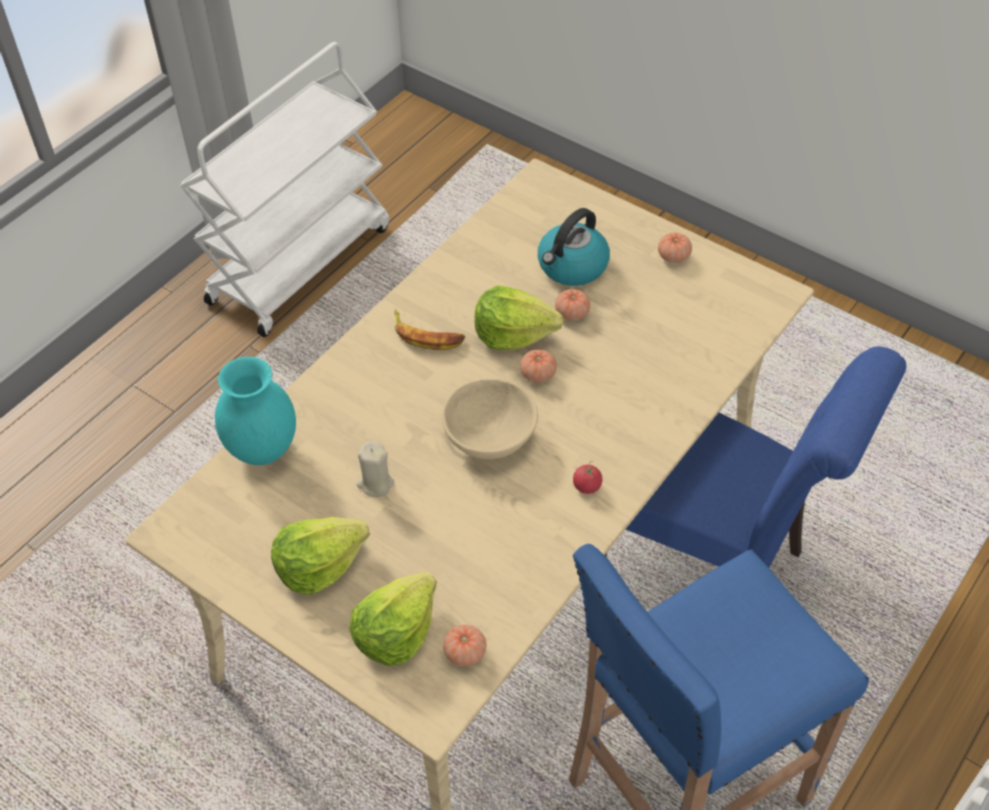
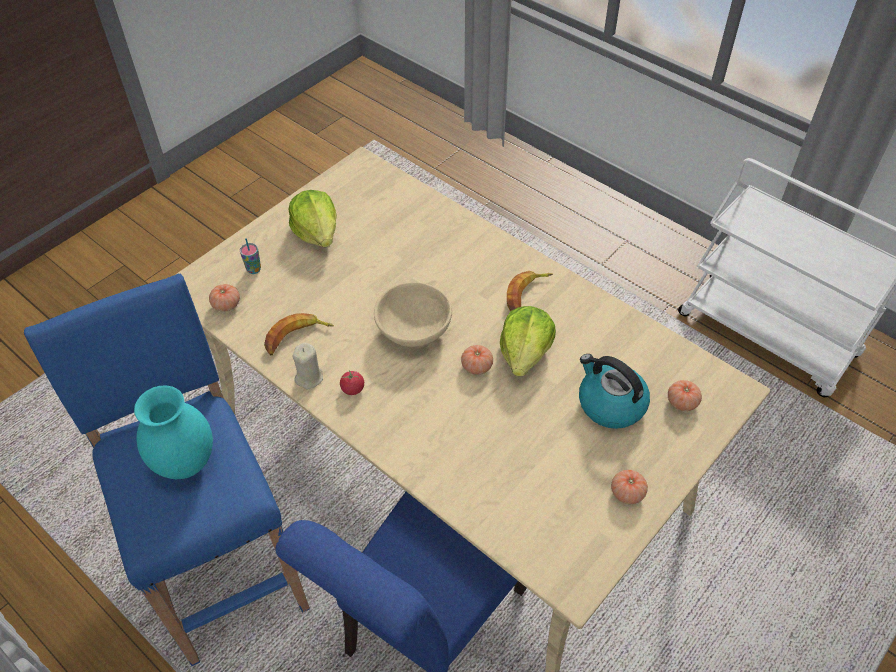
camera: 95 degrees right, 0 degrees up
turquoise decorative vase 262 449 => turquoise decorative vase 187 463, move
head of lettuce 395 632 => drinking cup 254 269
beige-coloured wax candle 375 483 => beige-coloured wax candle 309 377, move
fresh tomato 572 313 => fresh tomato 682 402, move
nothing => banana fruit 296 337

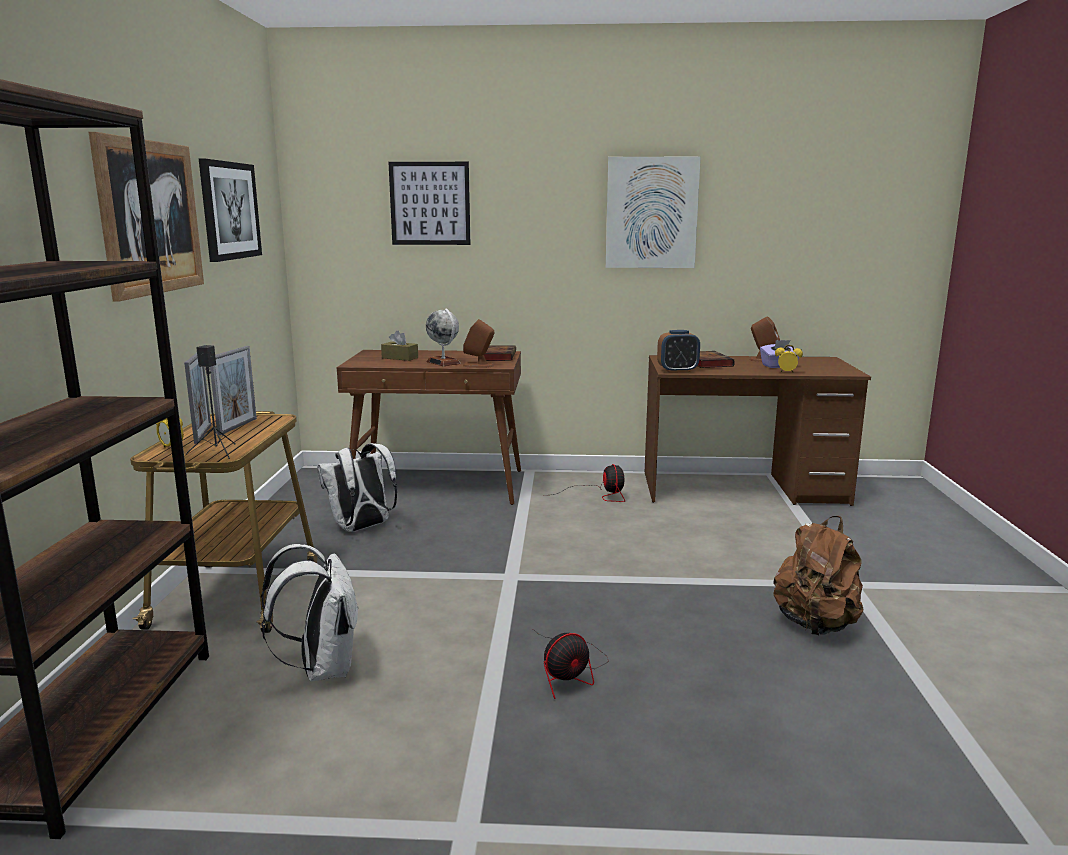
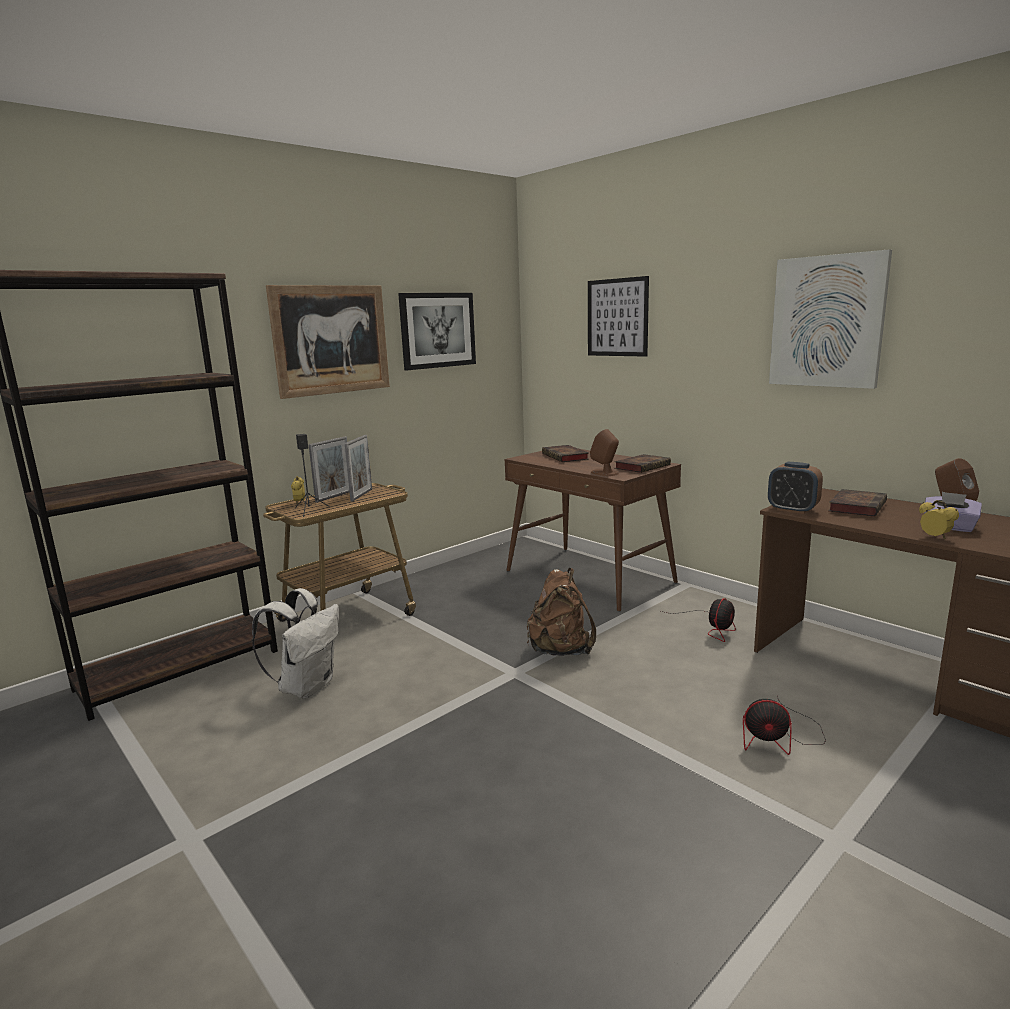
camera: 45 degrees right, 0 degrees up
photo frame 237 426 => photo frame 361 495, 45 degrees counterclockwise
whitish backpack 361 528 => nothing
brown-coloured tissue box 400 358 => volume 566 457
world globe 443 362 => nothing
cooling fan 570 672 => cooling fan 778 738, move
brown-coloured backpack 815 625 => brown-coloured backpack 560 650, move

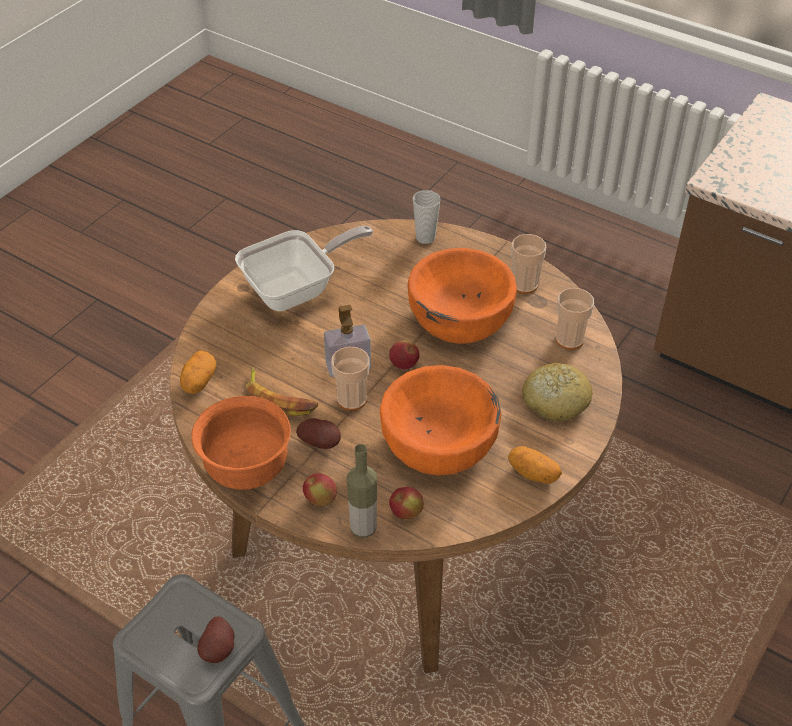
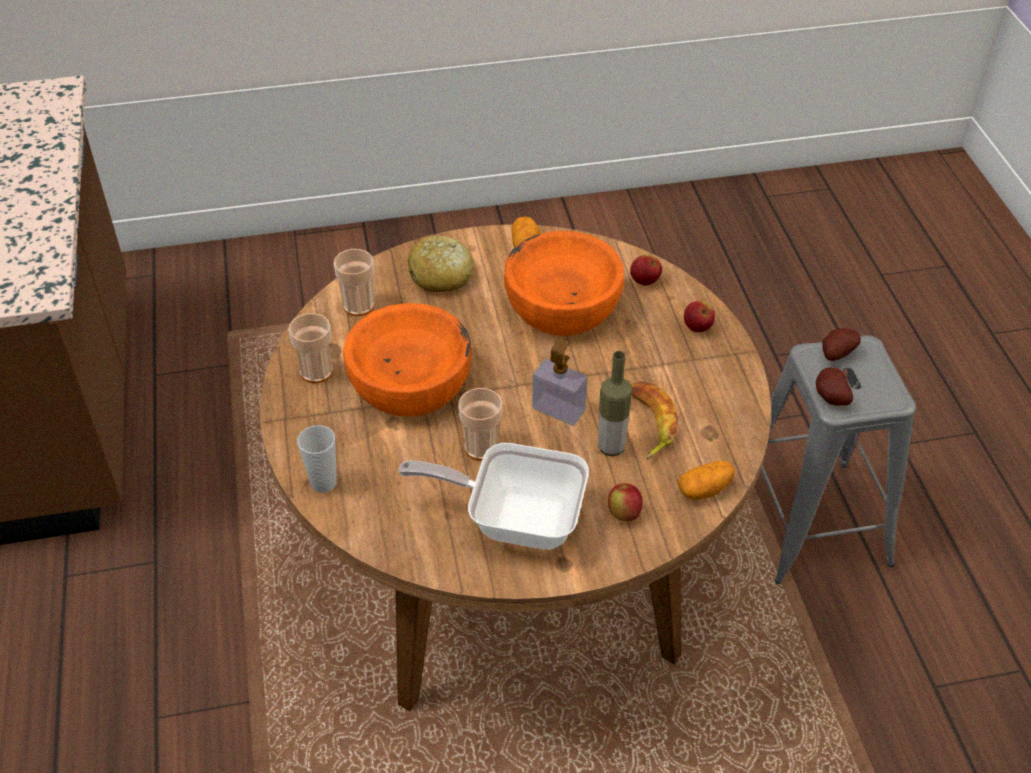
camera: 135 degrees left, 0 degrees up
orange serving bowl 247 469 => nothing
spud 321 443 => spud 829 398, move
drinking cup 352 399 => drinking cup 481 448, move
bottle 363 528 => bottle 611 447, move
apple 404 365 => apple 624 513, move

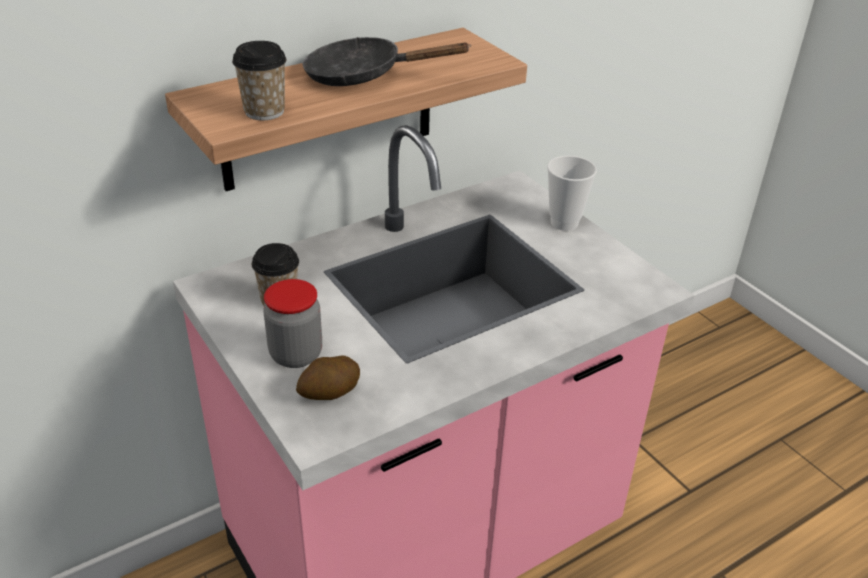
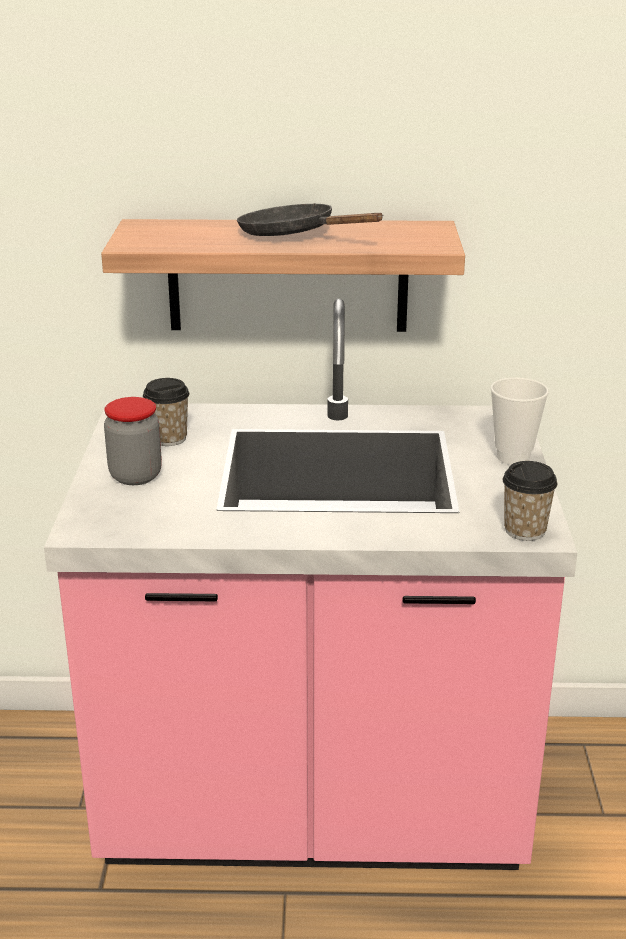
camera: 35 degrees right, 10 degrees down
drinking cup 264 111 => drinking cup 525 530, move
spud 329 393 => nothing

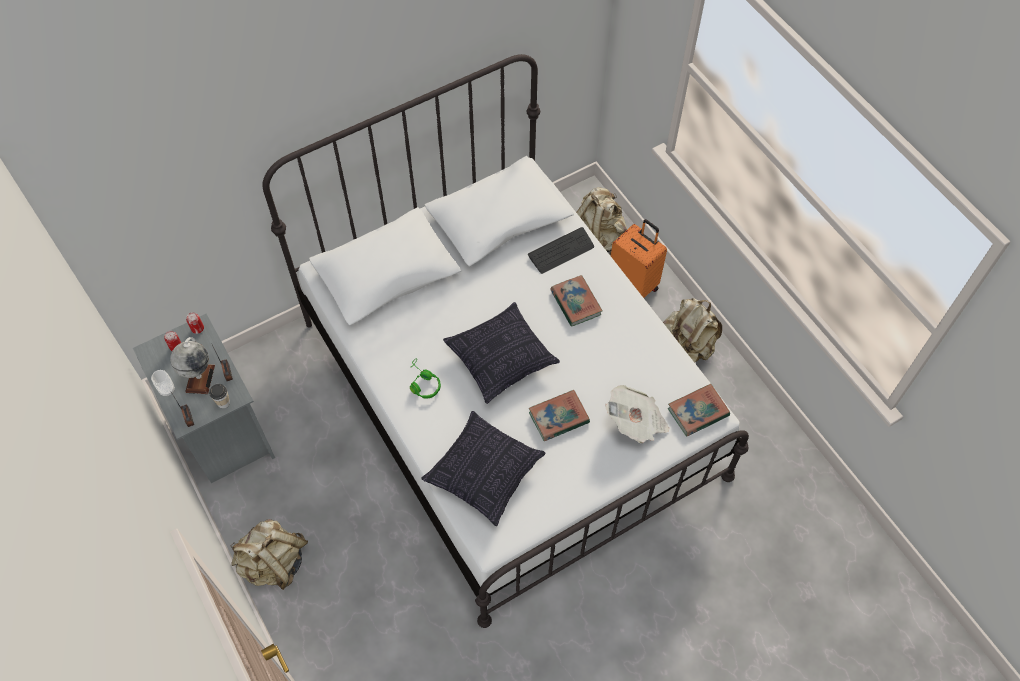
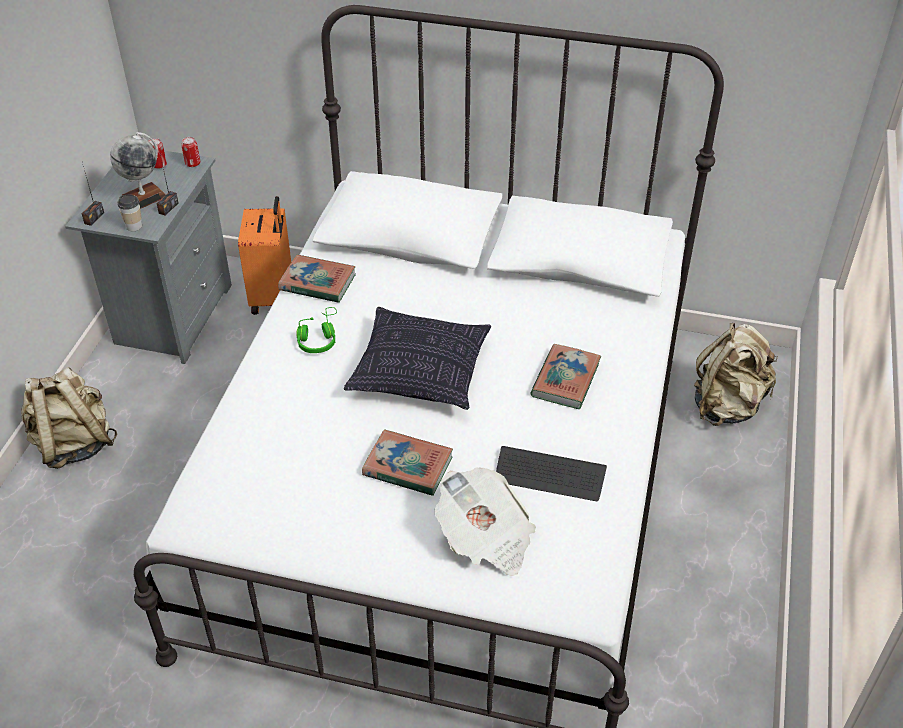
camera: 45 degrees right, 15 degrees down
drinking cup 167 390 => nothing
pillow 484 472 => nothing
PC keyboard 561 251 => PC keyboard 549 475, move
orange travel case 634 285 => orange travel case 273 297, move
beige-coloured backpack 687 346 => nothing
volume 698 412 => volume 317 283, move

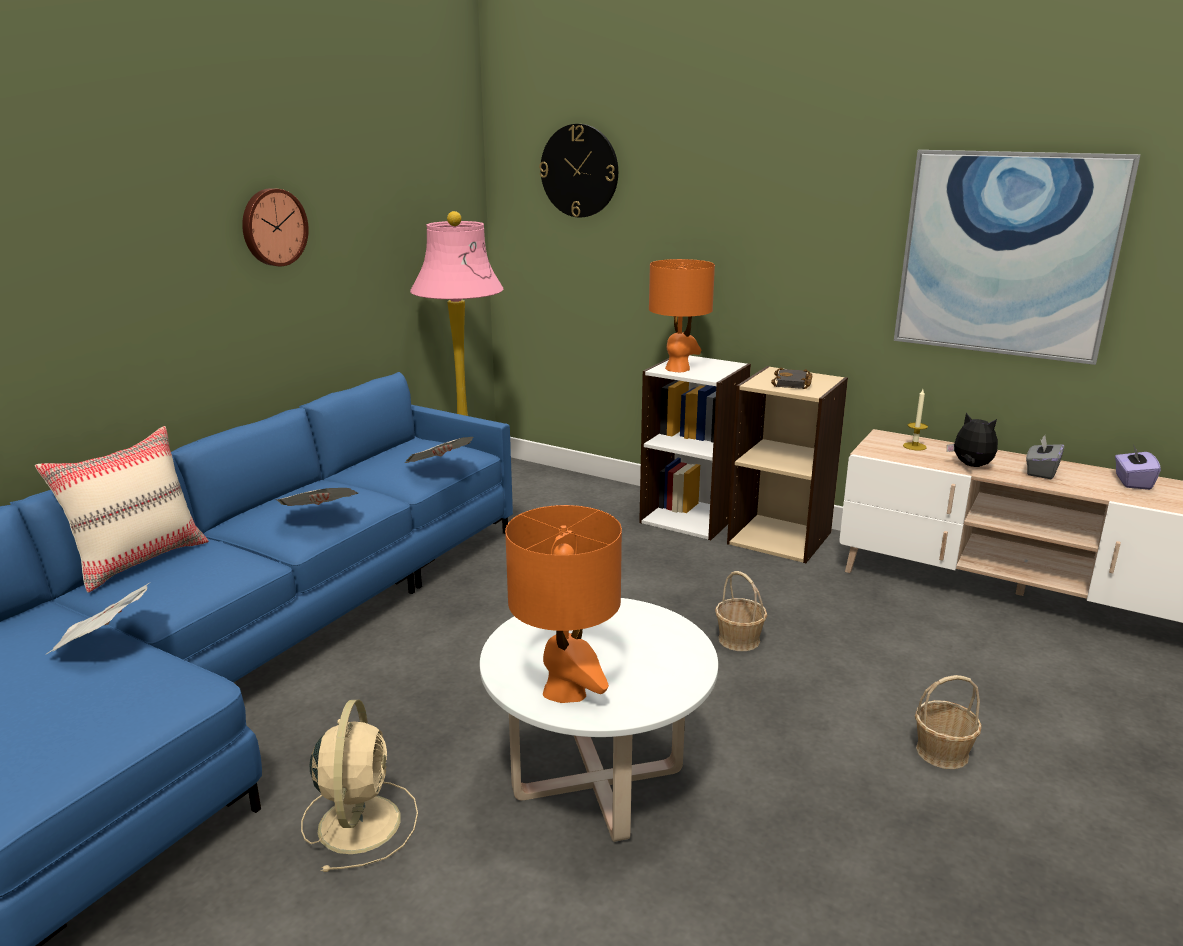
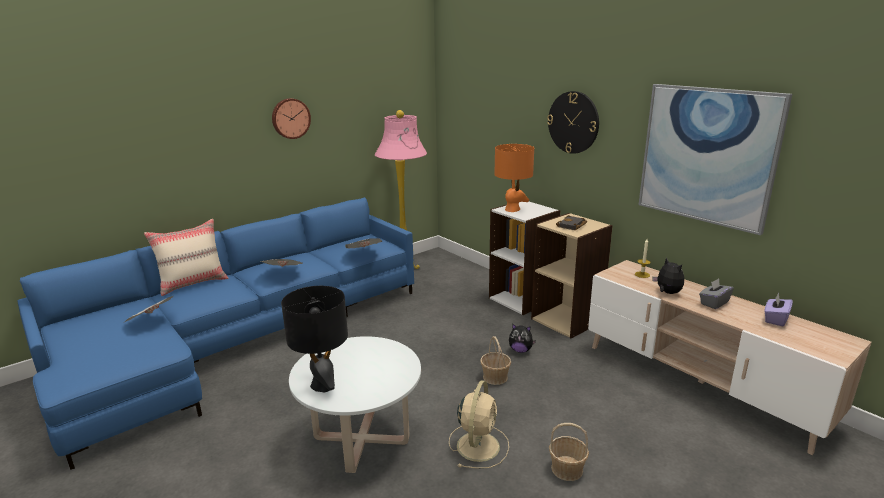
camera: 20 degrees right, 0 degrees up
beige-coloured cooling fan 360 821 => beige-coloured cooling fan 478 445, move
orange tabletop lamp 565 691 => blackish tabletop lamp 323 385
wall clock 579 171 => wall clock 573 122, move
nothing => soft toy 520 350

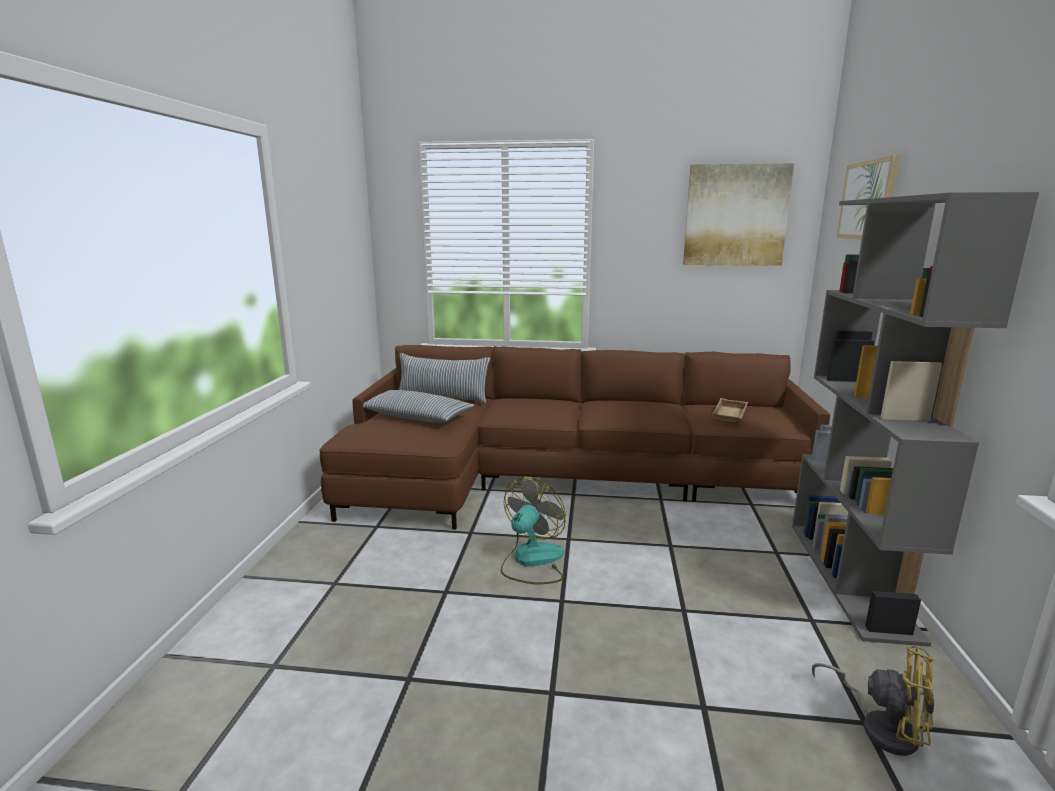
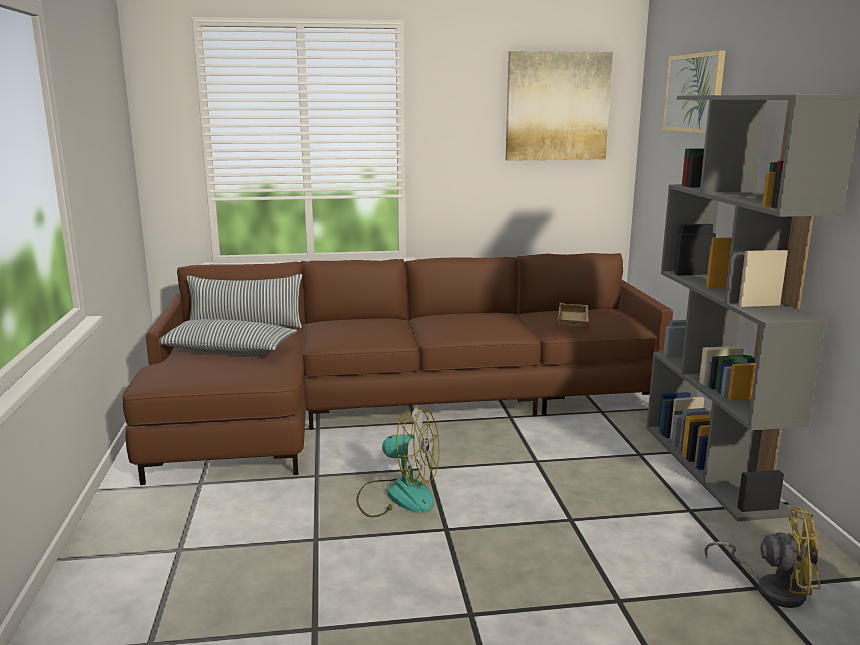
camera: 15 degrees left, 0 degrees up
cooling fan 531 561 => cooling fan 398 495, 90 degrees clockwise

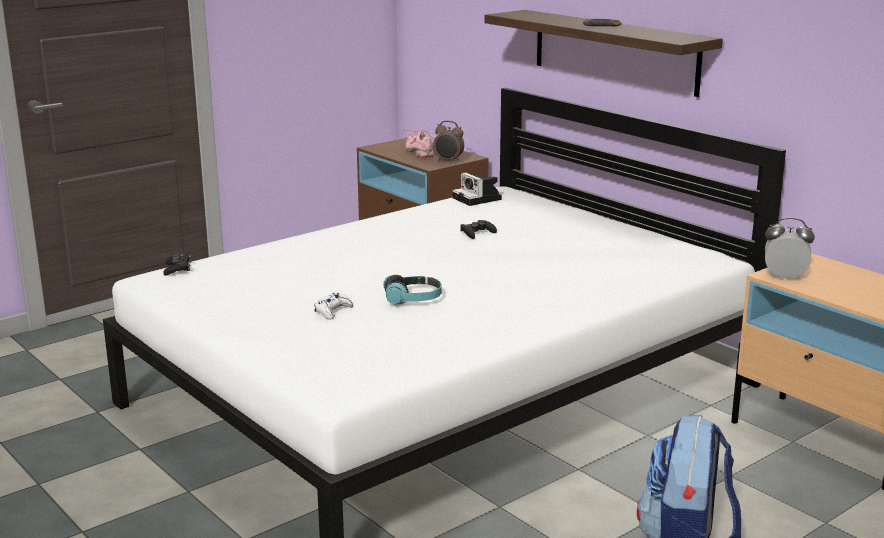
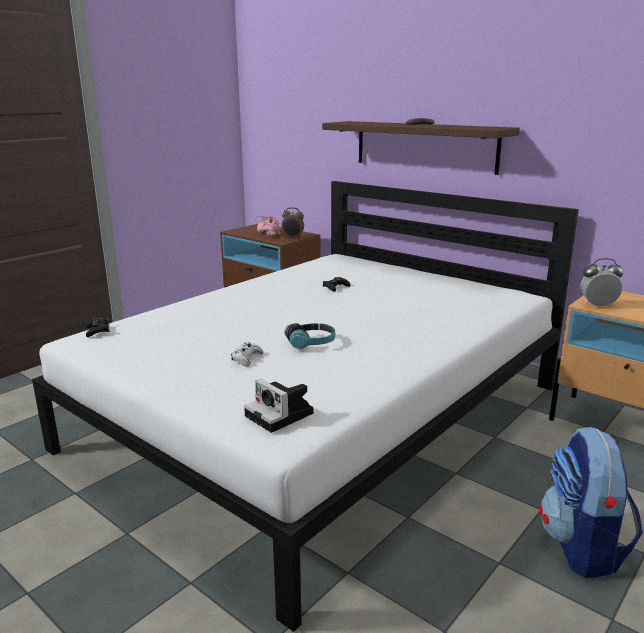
camera: 10 degrees left, 0 degrees up
still camera 478 199 => still camera 281 415, move

